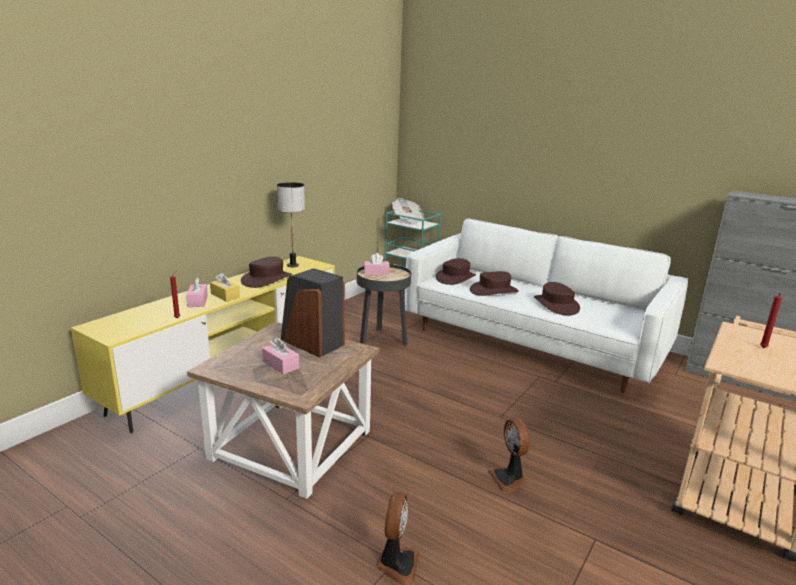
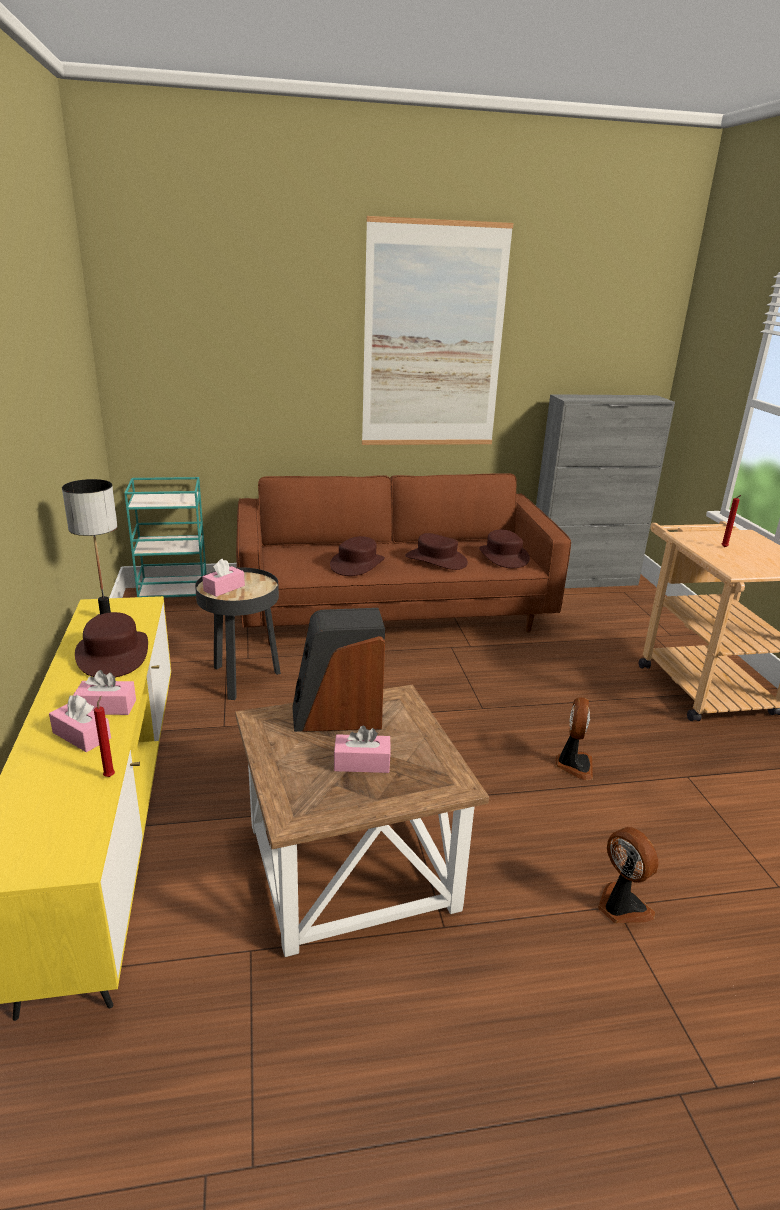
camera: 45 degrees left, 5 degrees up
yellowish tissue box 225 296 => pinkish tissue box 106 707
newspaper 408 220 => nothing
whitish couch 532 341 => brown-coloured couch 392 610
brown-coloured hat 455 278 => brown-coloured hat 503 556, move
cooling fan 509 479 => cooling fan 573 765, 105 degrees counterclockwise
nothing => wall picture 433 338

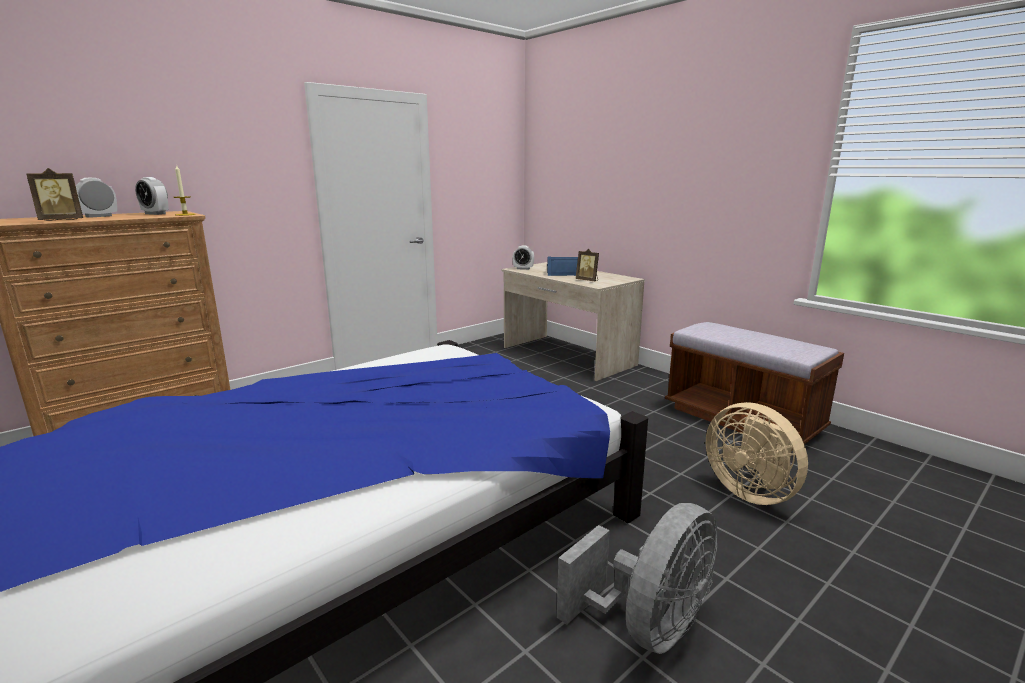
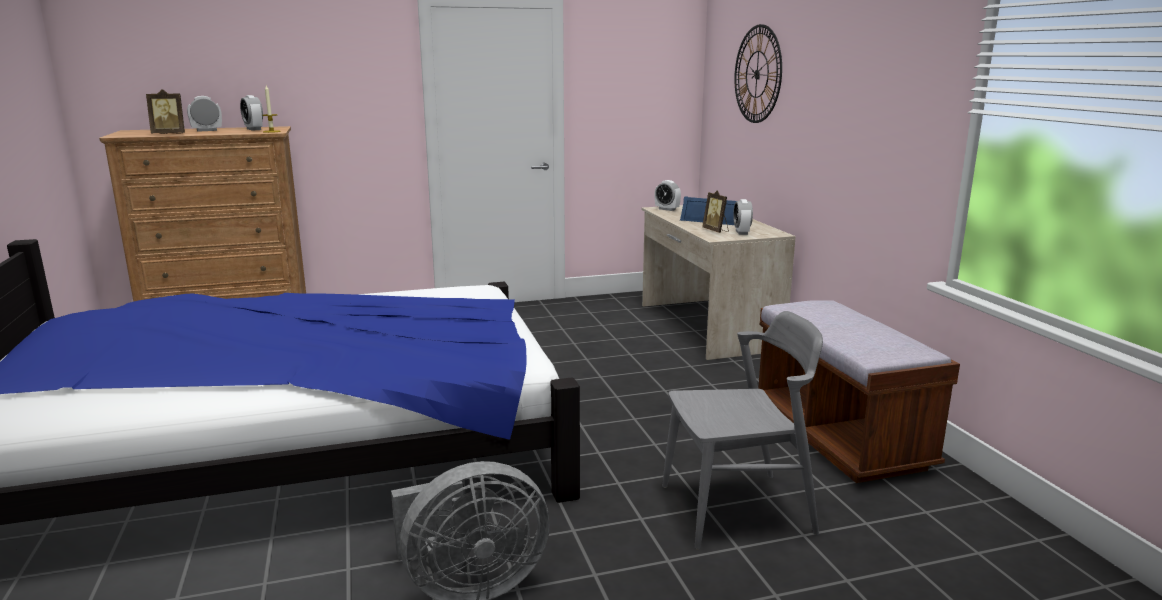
camera: 25 degrees right, 0 degrees up
beige-coloured cooling fan 751 491 => greyish upright chair 737 509
nothing => bedside clock 741 232
nothing => wall clock 757 74

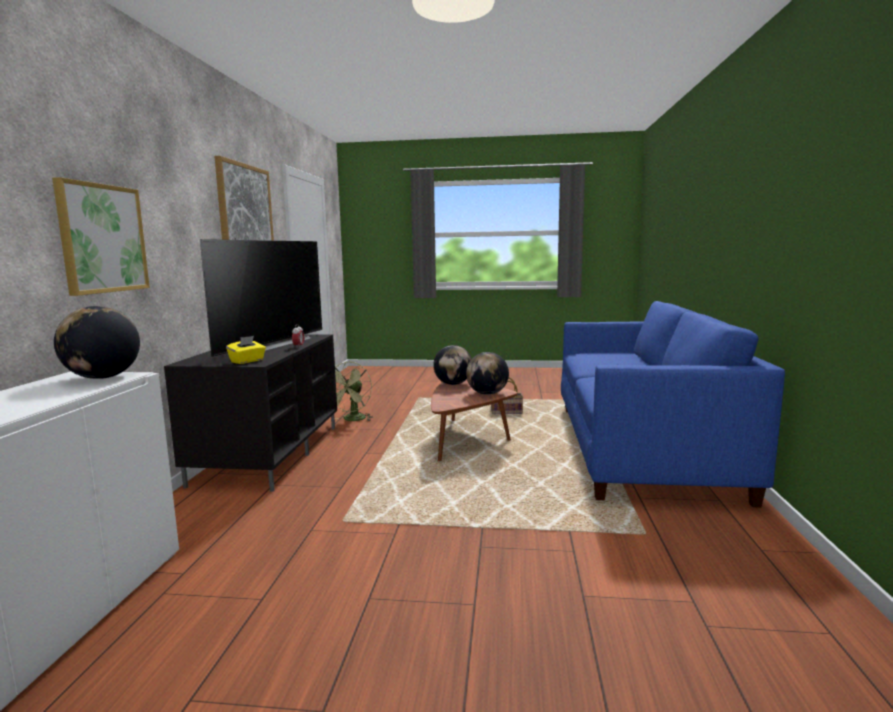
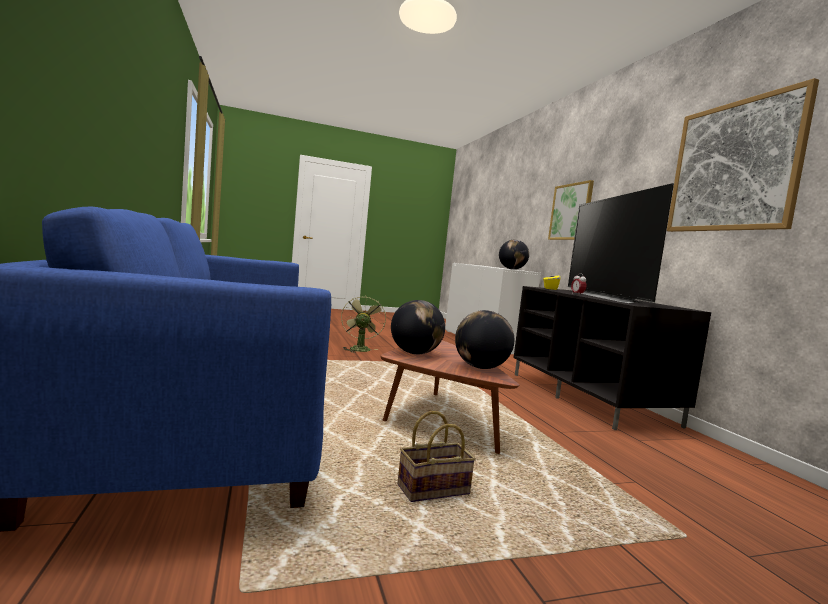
camera: 155 degrees right, 5 degrees down
greenish cooling fan 352 420 => greenish cooling fan 359 348, move

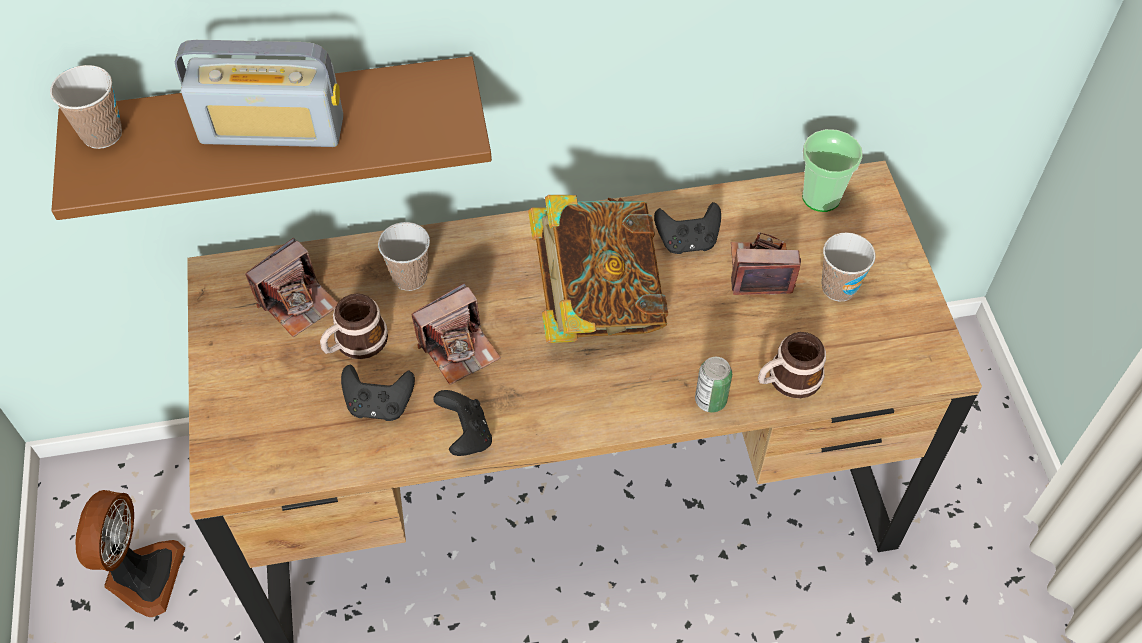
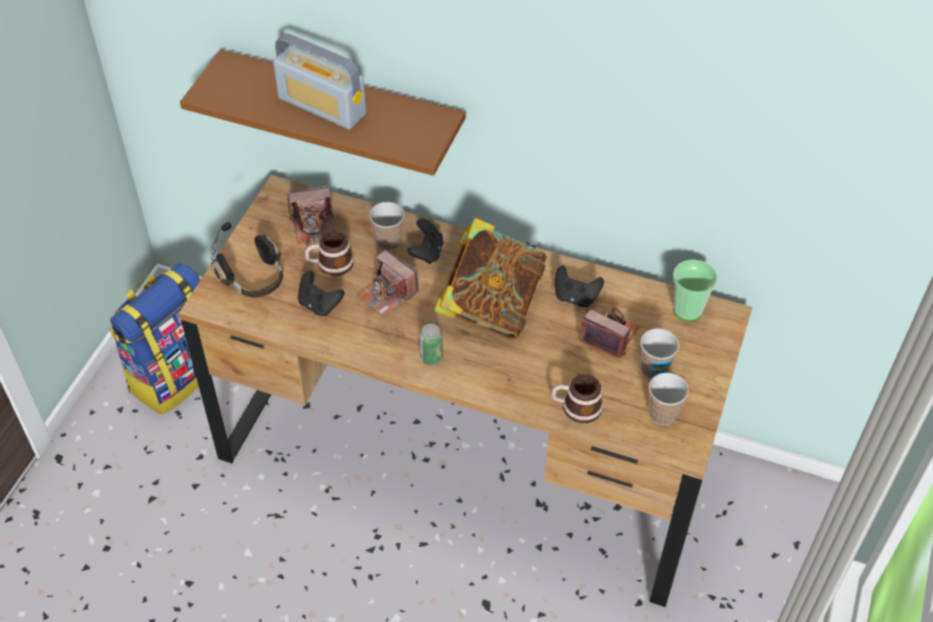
camera: 30 degrees right, 5 degrees down
drinking cup 102 134 => drinking cup 662 414, move
cooling fan 142 575 => backpack 175 374
still camera 459 348 => still camera 387 295, 45 degrees clockwise
blackish game controller 466 435 => blackish game controller 426 252, move
sealed can 710 400 => sealed can 431 357, move
nothing => blackish headphones 254 278

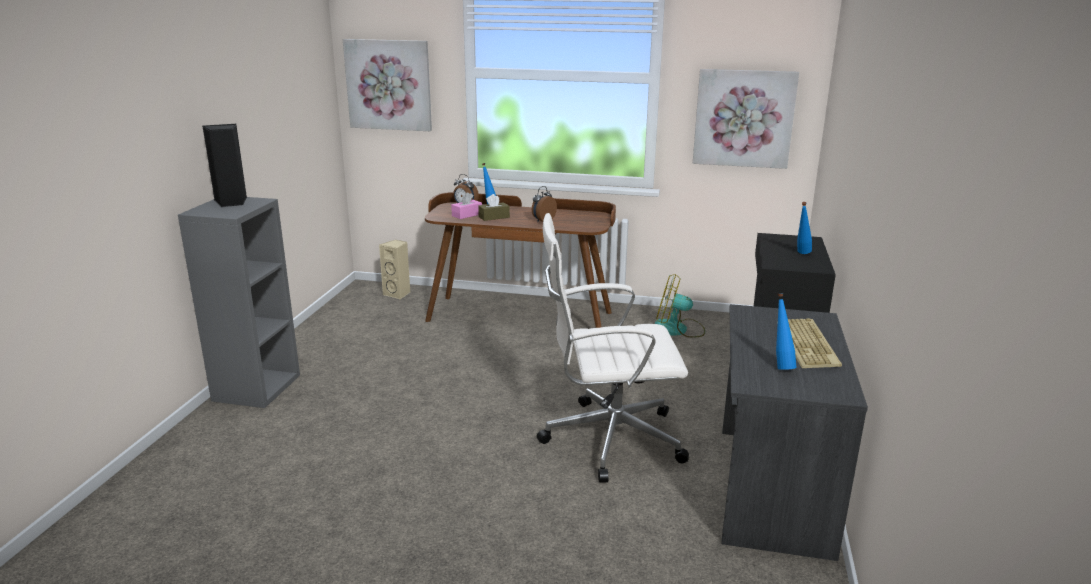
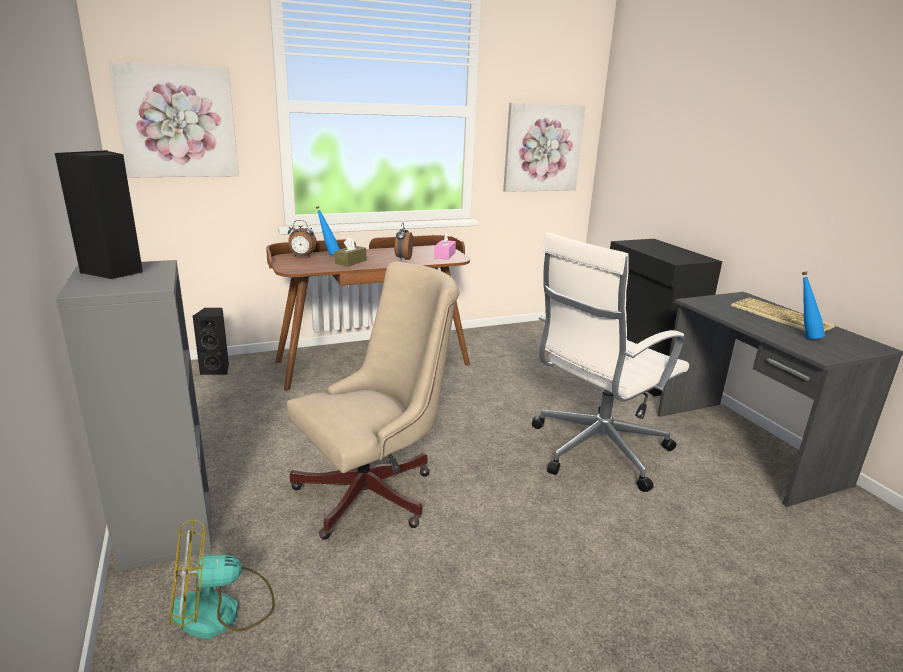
camera: 35 degrees left, 0 degrees up
beige-coloured audio speaker 398 294 => blackish audio speaker 217 370
pinkish tissue box 467 215 => pinkish tissue box 445 255, move
cooling fan 678 329 => cooling fan 222 611, move
bluish bottle 801 254 => nothing
nothing => beige-coloured office chair 375 492

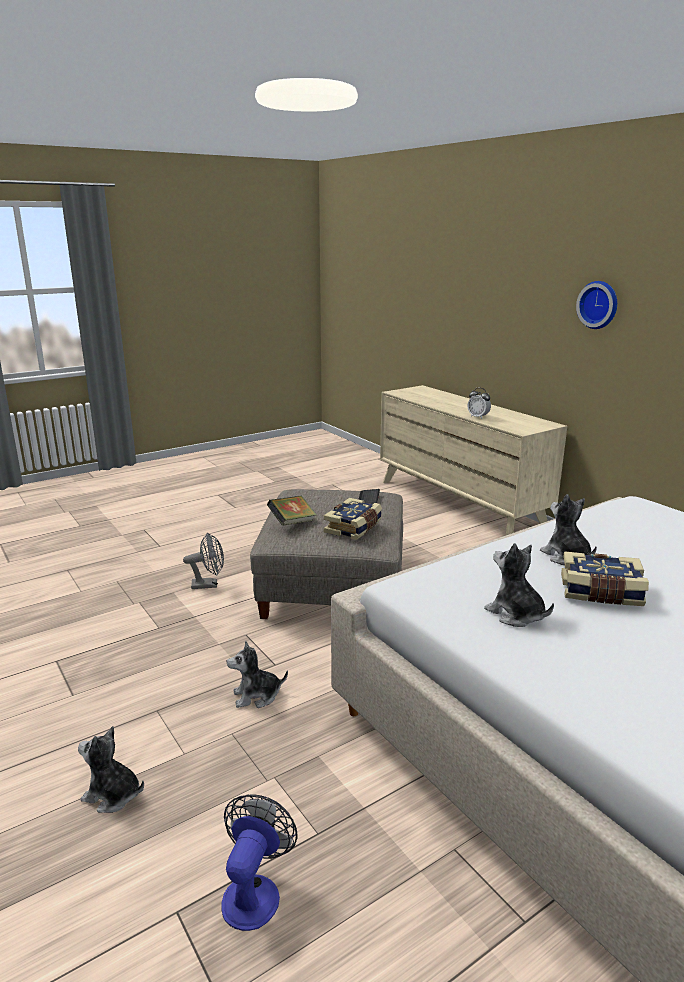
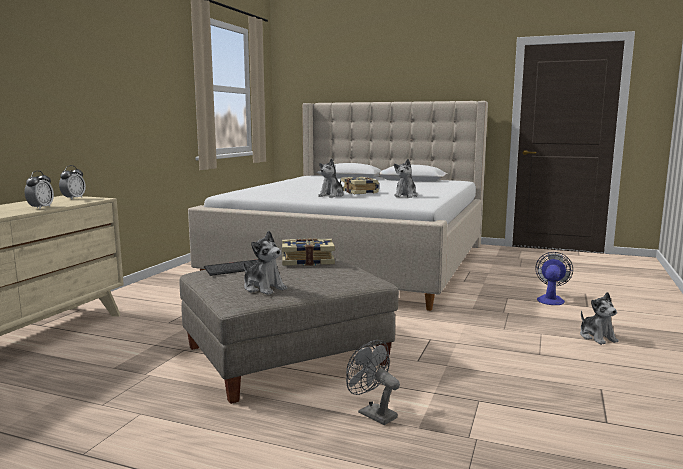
camera: 125 degrees left, 10 degrees down
cooling fan 254 891 => cooling fan 551 299, 135 degrees clockwise
soft toy 256 696 => soft toy 264 288, move
volume 292 523 => nothing
wall clock 599 304 => nothing
nothing => bedside clock 73 198

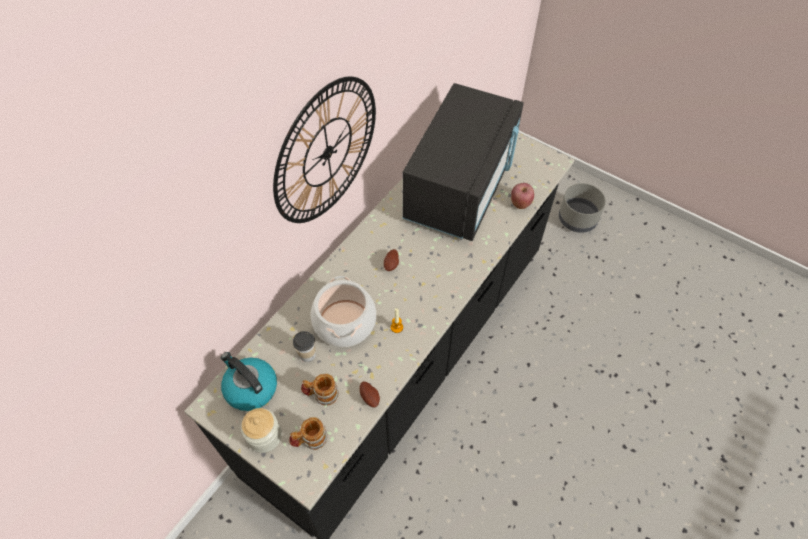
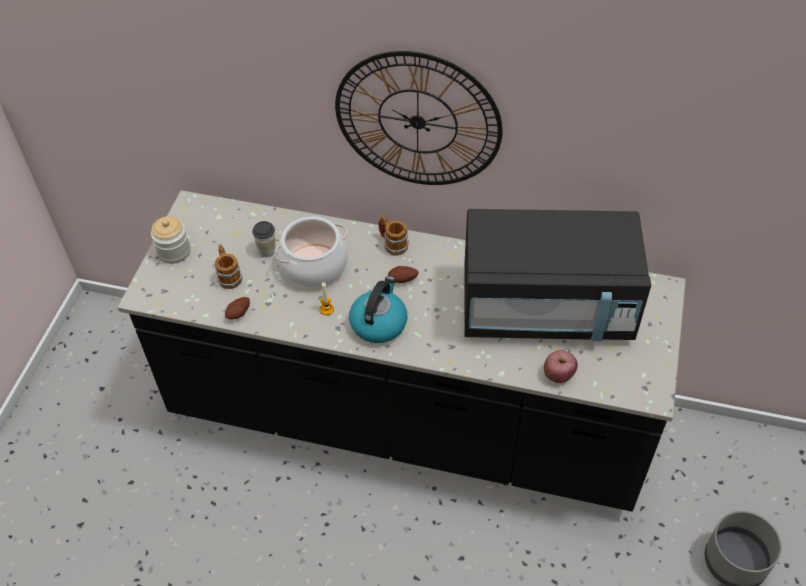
camera: 70 degrees right, 5 degrees down
kettle 250 388 => kettle 379 323, move
coffee mug 310 440 => coffee mug 392 244, move

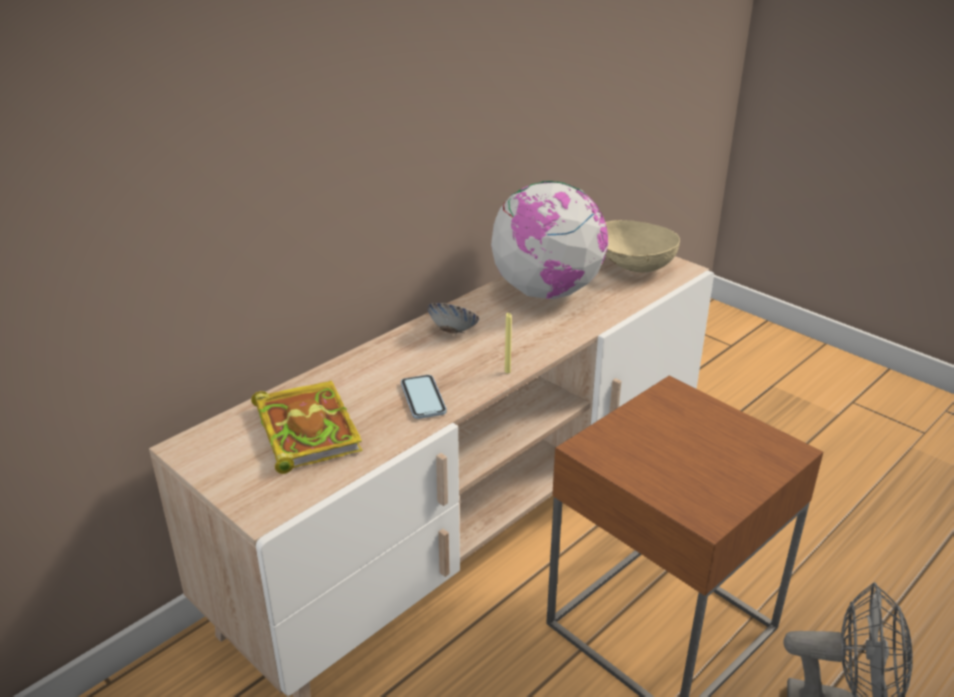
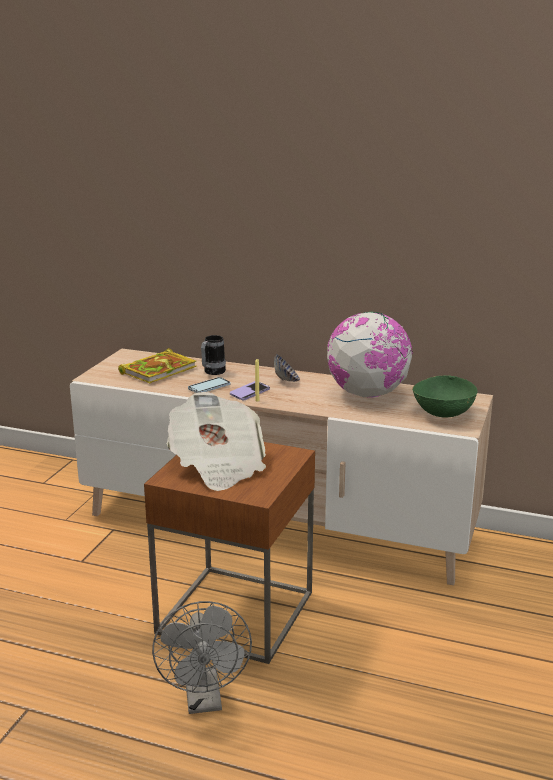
camera: 65 degrees right, 10 degrees down
beige-coloured serving bowl 632 266 => greenish serving bowl 442 412
nothing => newspaper 217 466
nothing => coffee mug 212 372
nothing => handset 250 392

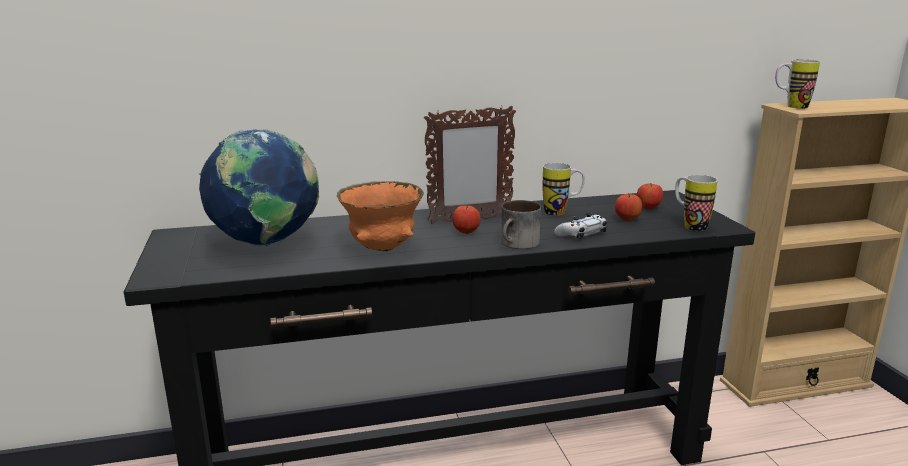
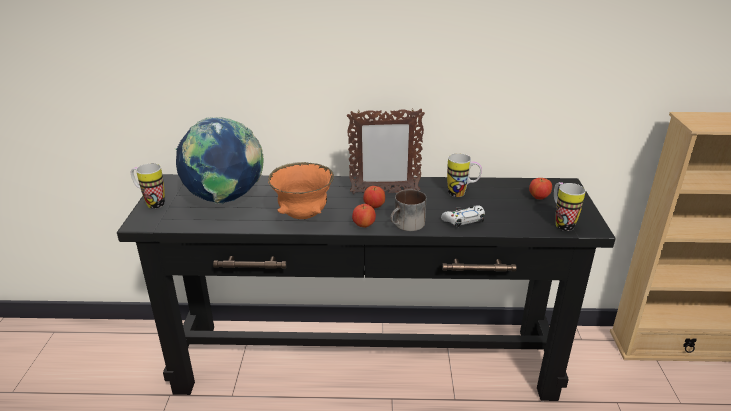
camera: 15 degrees right, 10 degrees up
apple 627 219 => apple 363 225, move
coffee mug 790 106 => coffee mug 151 203, move

